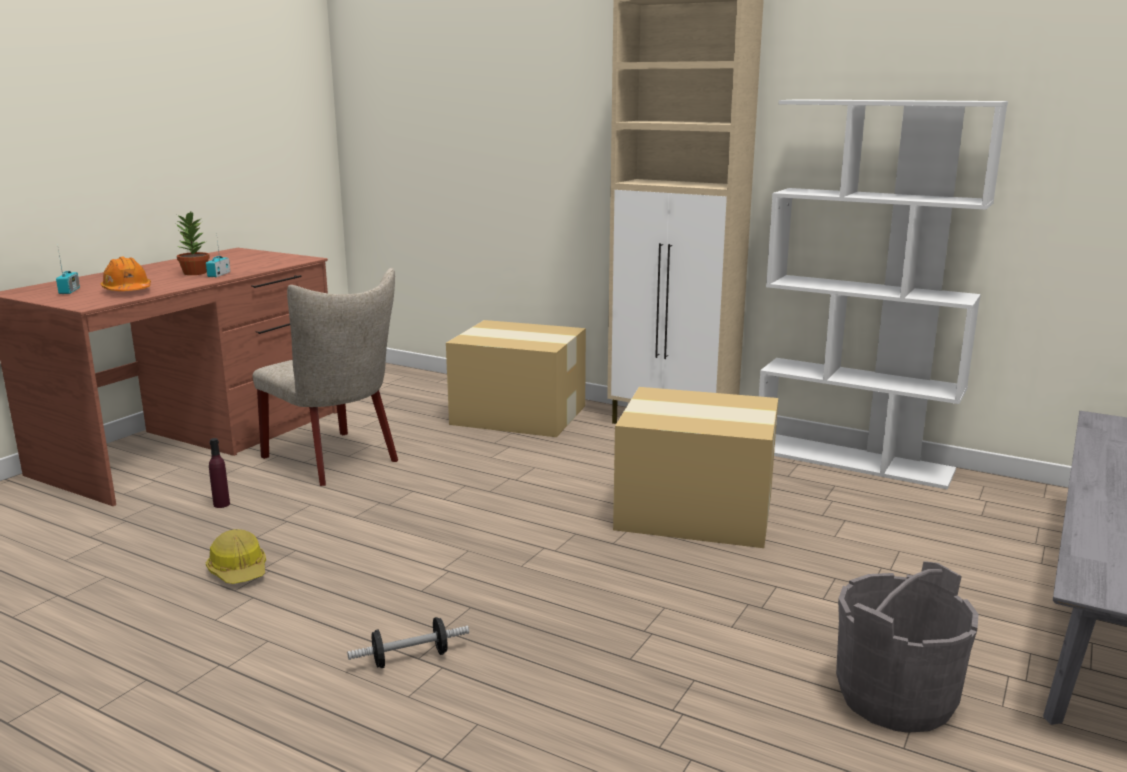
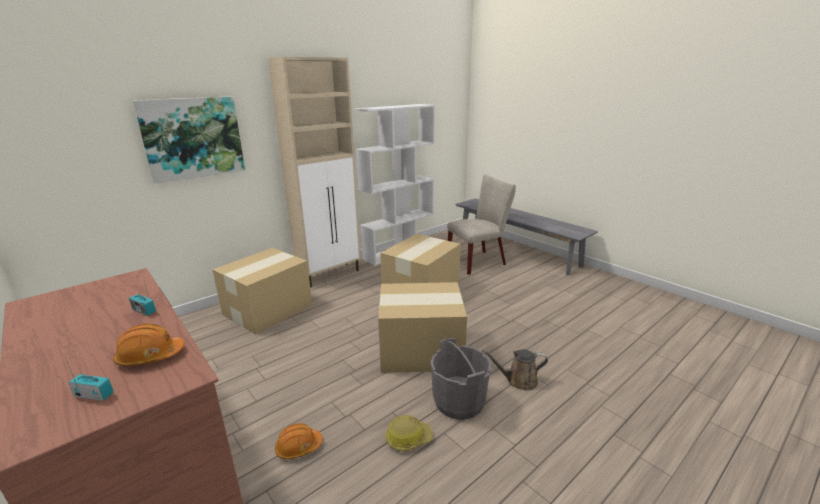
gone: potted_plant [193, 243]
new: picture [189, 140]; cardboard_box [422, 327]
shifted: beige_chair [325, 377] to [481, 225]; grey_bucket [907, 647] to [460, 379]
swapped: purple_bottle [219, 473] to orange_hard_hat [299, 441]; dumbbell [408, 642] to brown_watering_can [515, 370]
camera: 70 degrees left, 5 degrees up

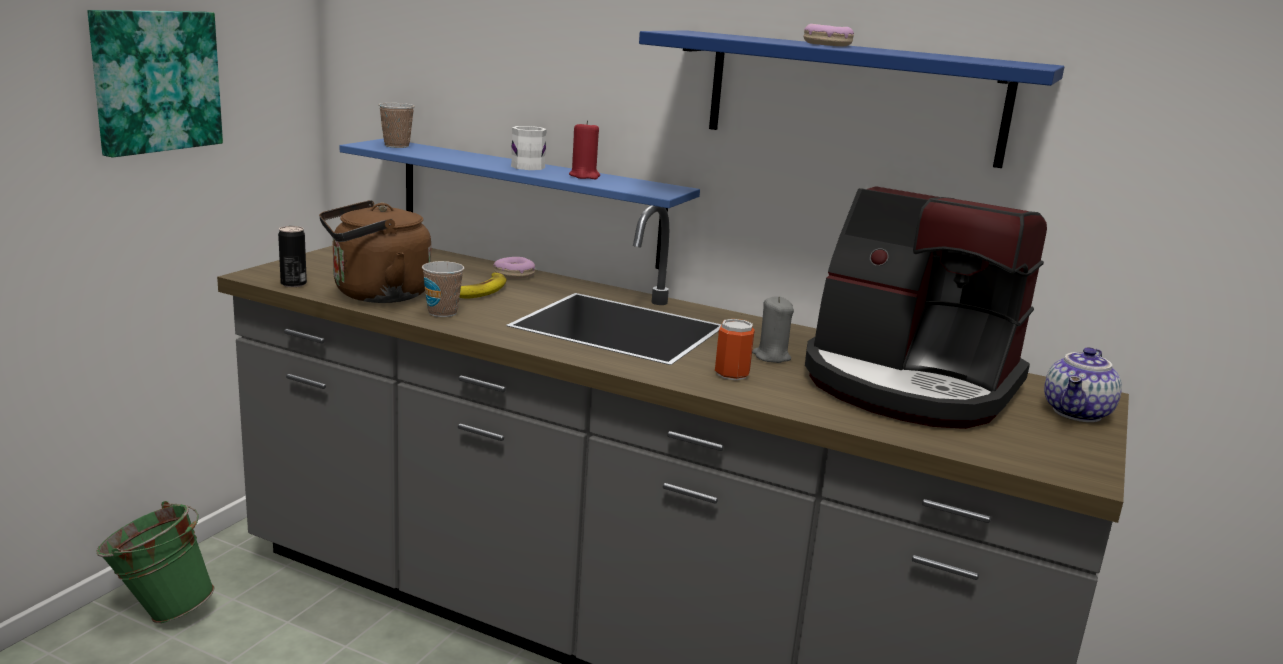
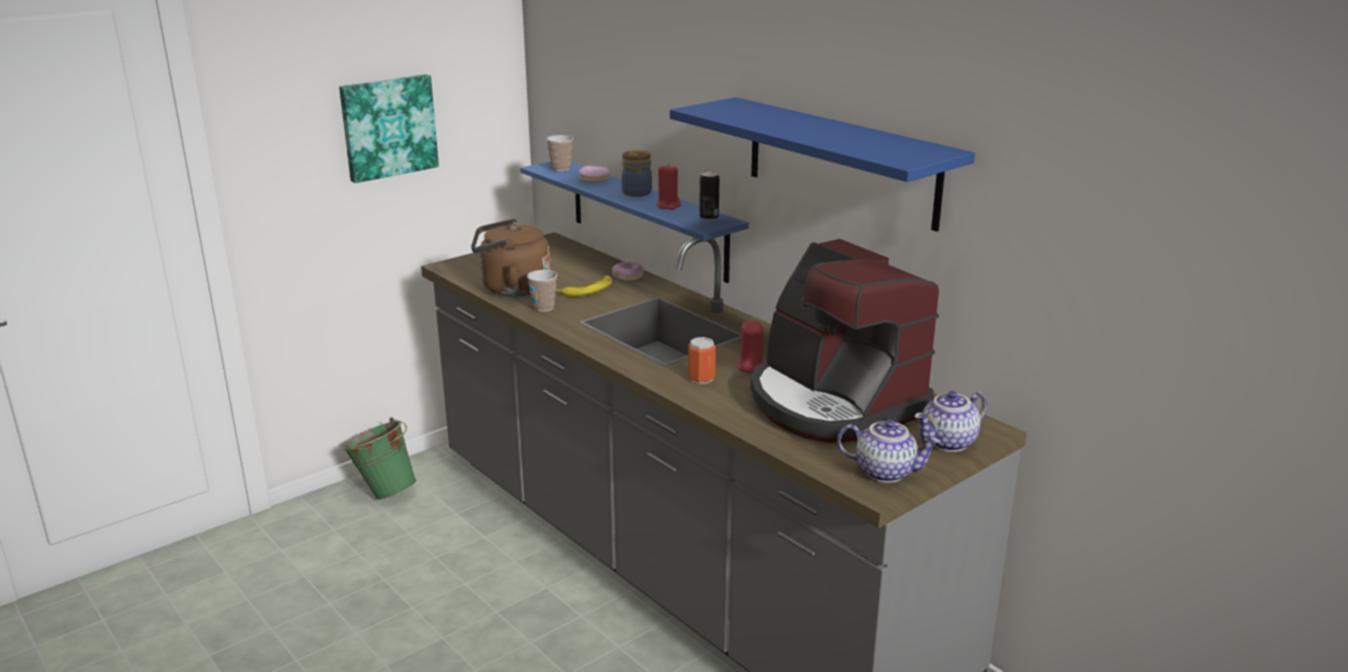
new: teapot [889, 451]
shifted: can [292, 256] to [709, 195]; donut [828, 35] to [594, 174]
swapped: white_mug [529, 148] to jar [636, 173]
repainted: grey_candle [773, 329] to red_candle [750, 347]
camera: 25 degrees right, 5 degrees up

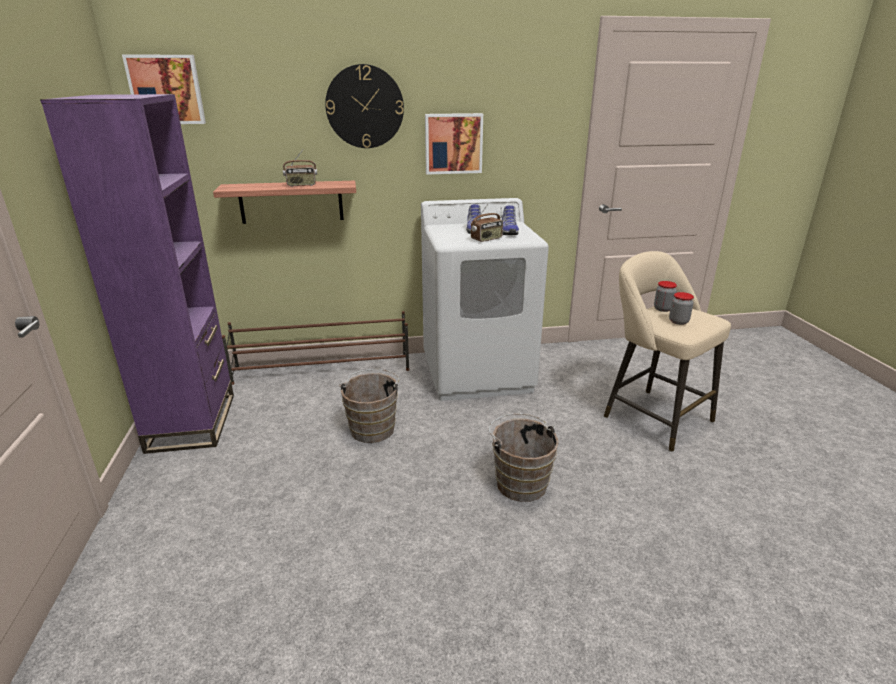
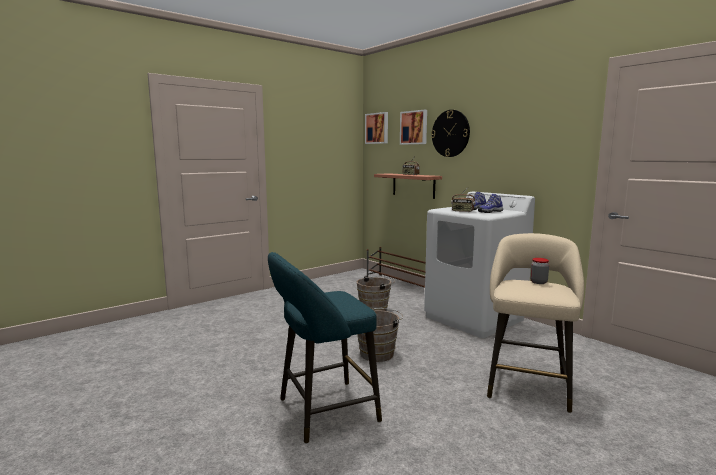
gone: purple_bookcase [137, 274]; jar [681, 308]
new: turquoise_stool [325, 348]
shifted: picture [454, 144] to [413, 127]
camera: 60 degrees right, 15 degrees down

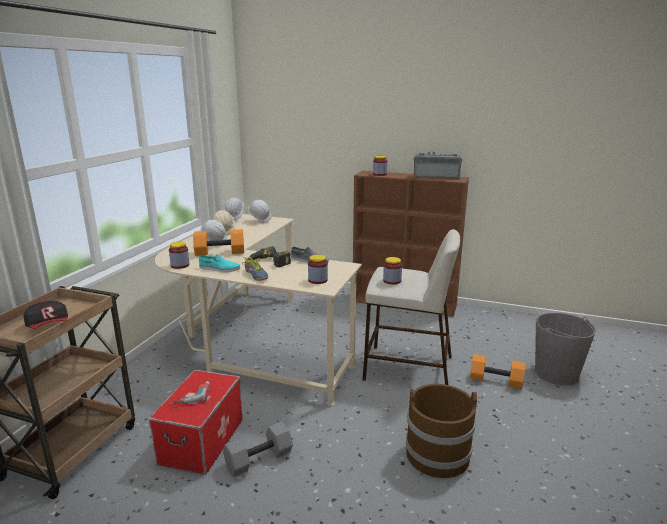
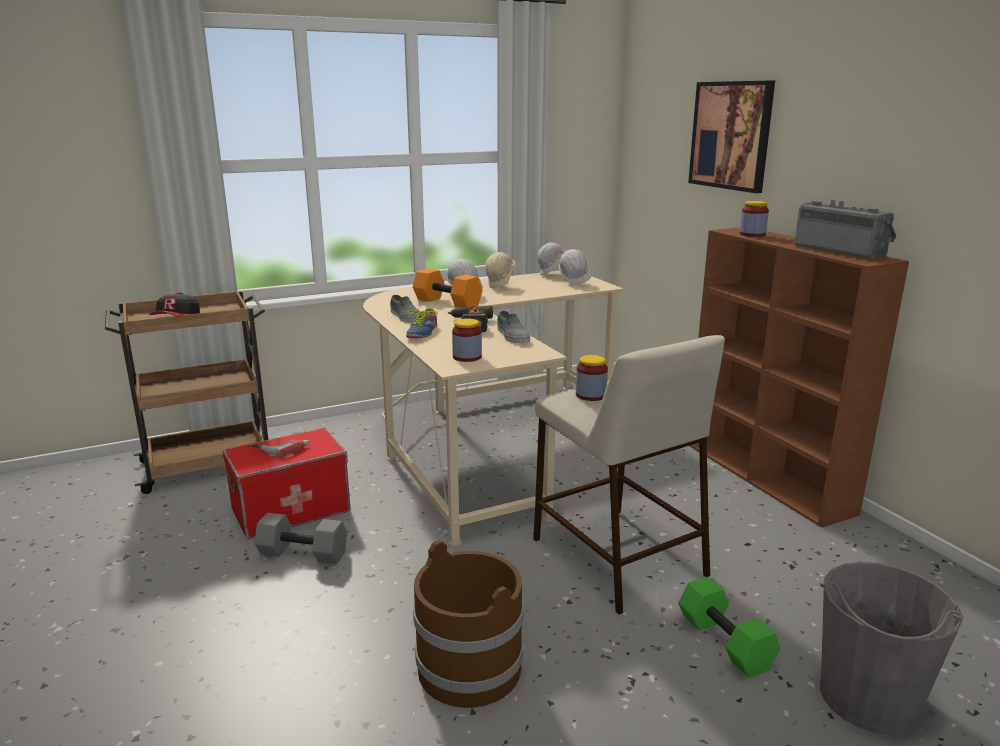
gone: jar [179, 255]
new: picture [731, 136]
repainted: turquoise_shoe [219, 263] to grey_shoe [404, 309]; orange_dumbbell [497, 371] to green_dumbbell [729, 627]
camera: 45 degrees right, 0 degrees up

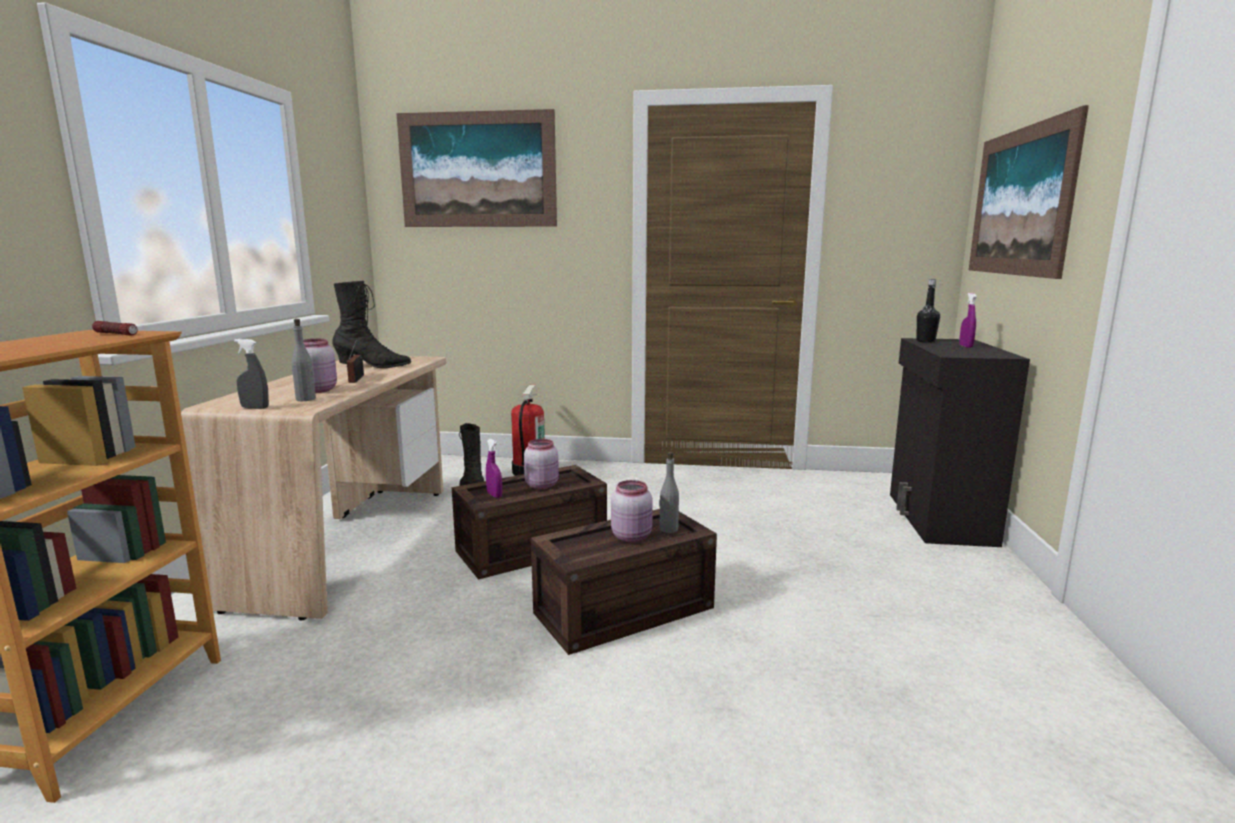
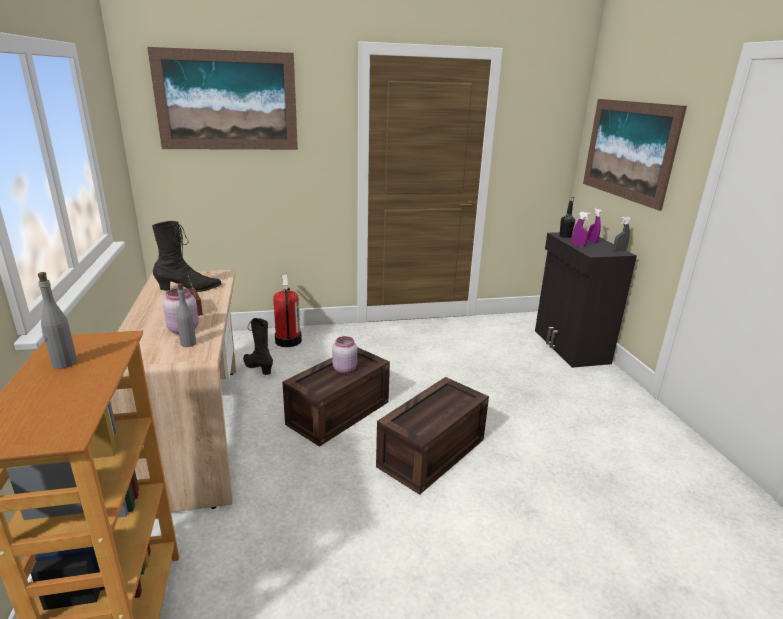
gone: flashlight [115, 328]; pink_jar [632, 511]
shifted: grey_spray_bottle [251, 374] to [622, 234]; purple_spray_bottle [494, 468] to [581, 229]; grey_bottle [669, 492] to [57, 320]
camera: 20 degrees left, 10 degrees up

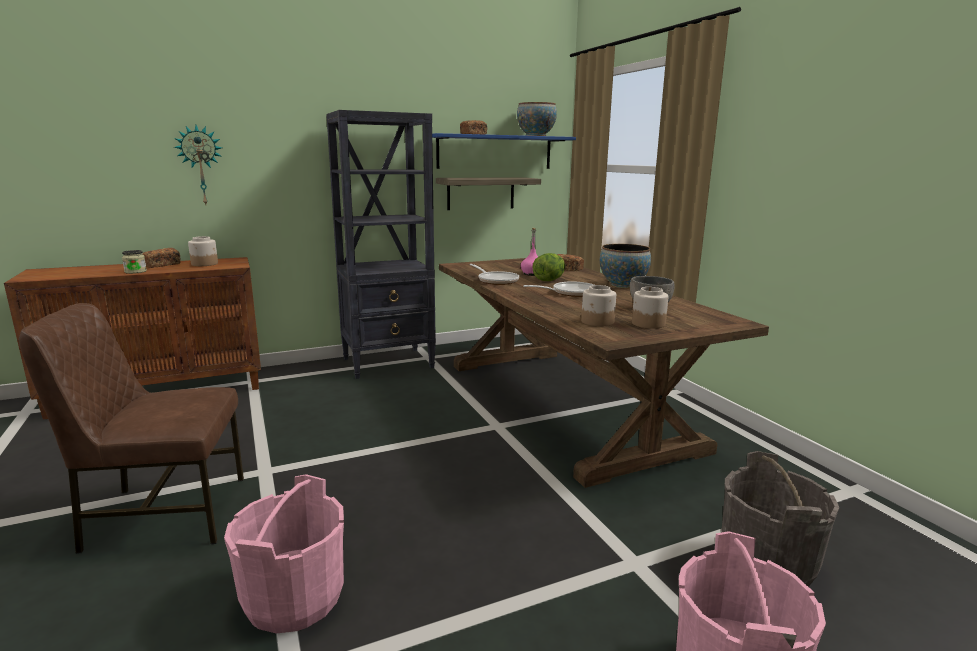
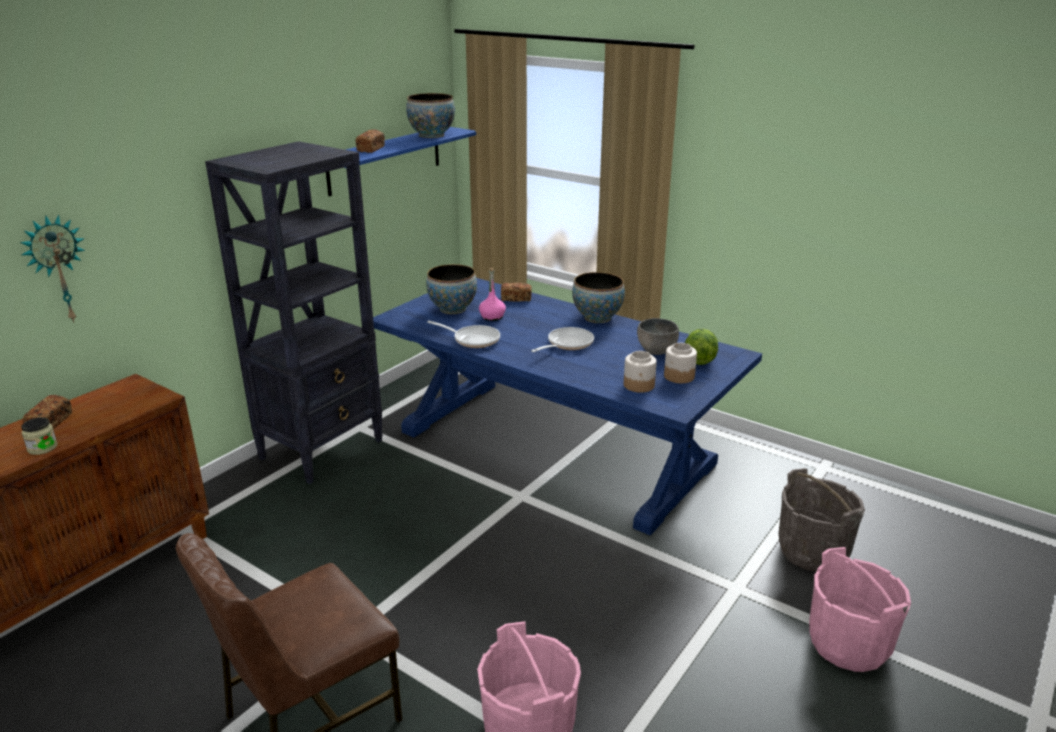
gone: jar [203, 251]; shelf [488, 193]
new: bowl [451, 289]
shifted: lettuce [549, 267] to [701, 347]
repainted: brown_dining_table [604, 373] to blue_dining_table [567, 406]
camera: 30 degrees left, 10 degrees up

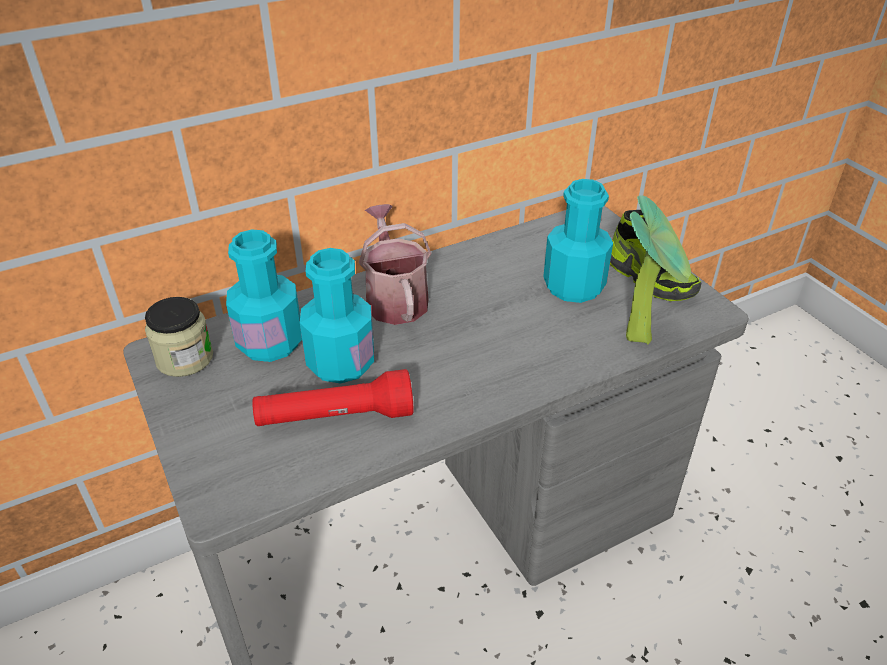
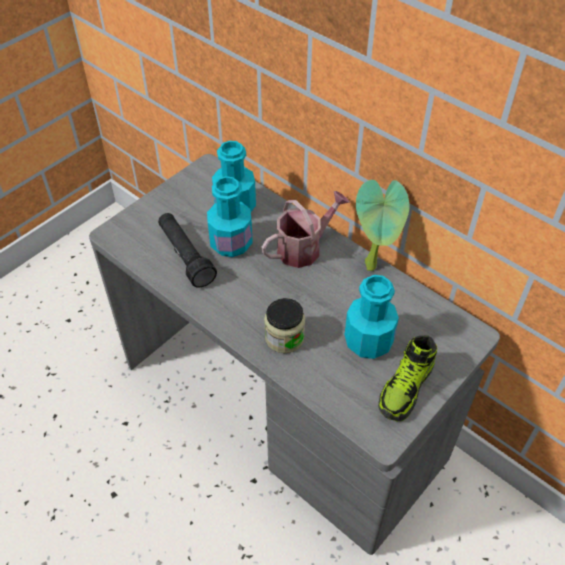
shifted: jar [179, 337] to [284, 325]; potted_plant [658, 270] to [382, 225]
repainted: red_flashlight [333, 397] to black_flashlight [187, 250]
camera: 70 degrees right, 10 degrees up

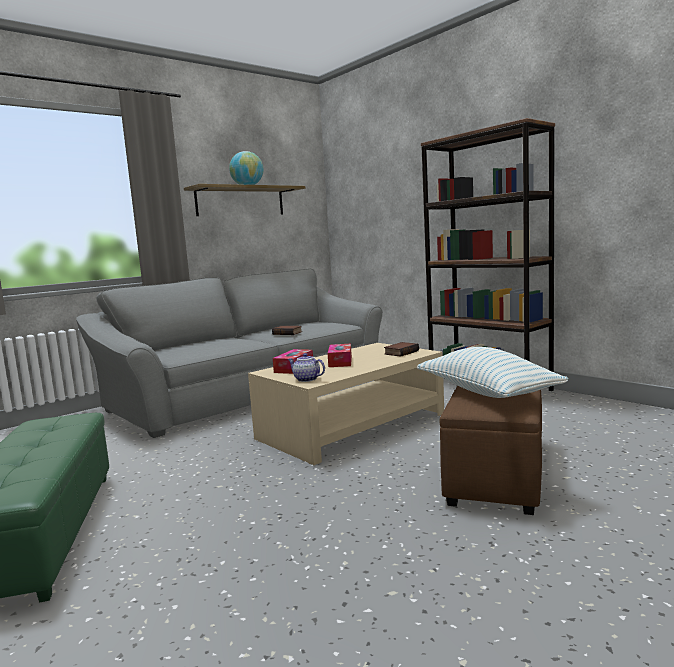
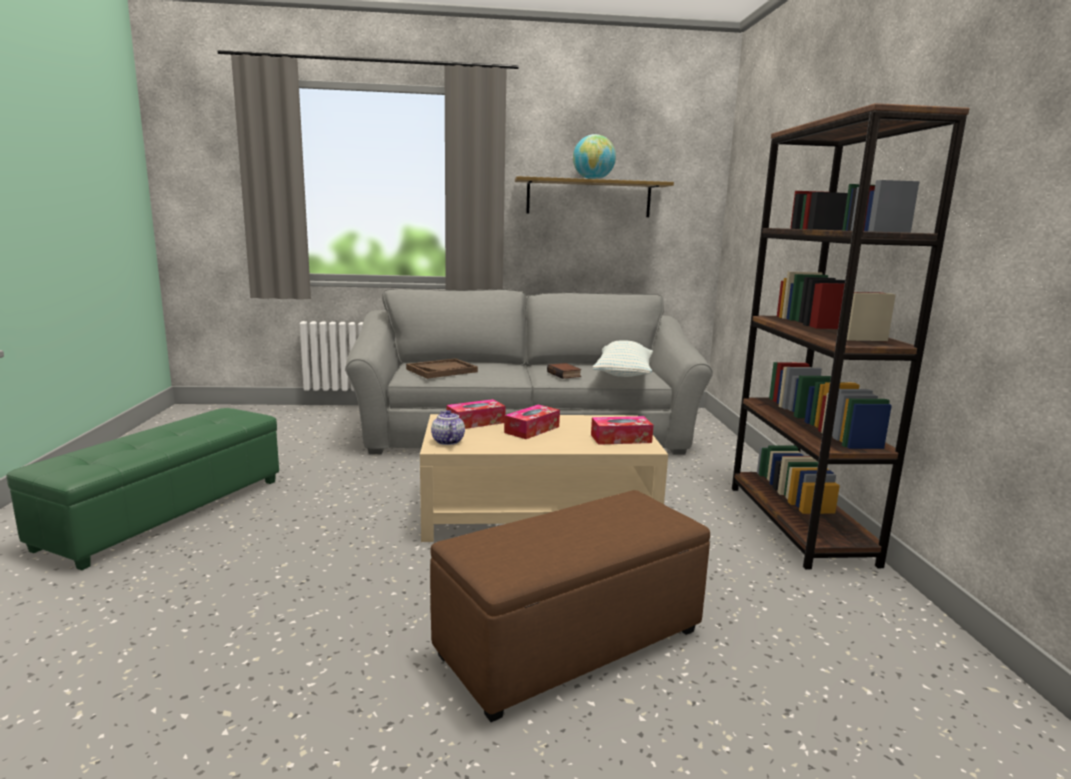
new: brown_tray [442, 368]
shifted: pillow [493, 372] to [623, 358]
swapped: book [401, 349] to tissue_box [622, 430]
camera: 35 degrees right, 5 degrees up

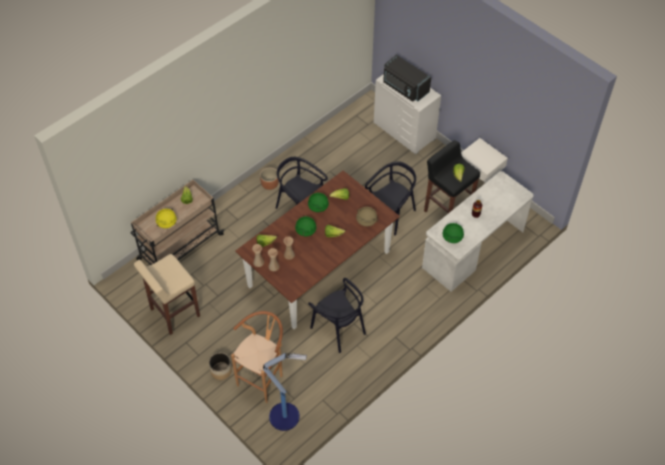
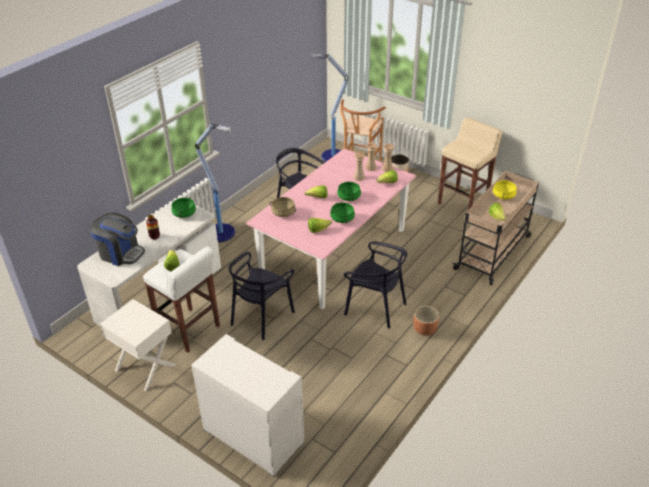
gone: black_microwave [407, 78]
new: coffee_machine [117, 239]; floor_lamp [215, 182]
repainted: brown_dining_table [318, 250] to pink_dining_table [331, 229]; black_stool [452, 176] to white_stool [181, 299]
camera: 170 degrees right, 15 degrees down

